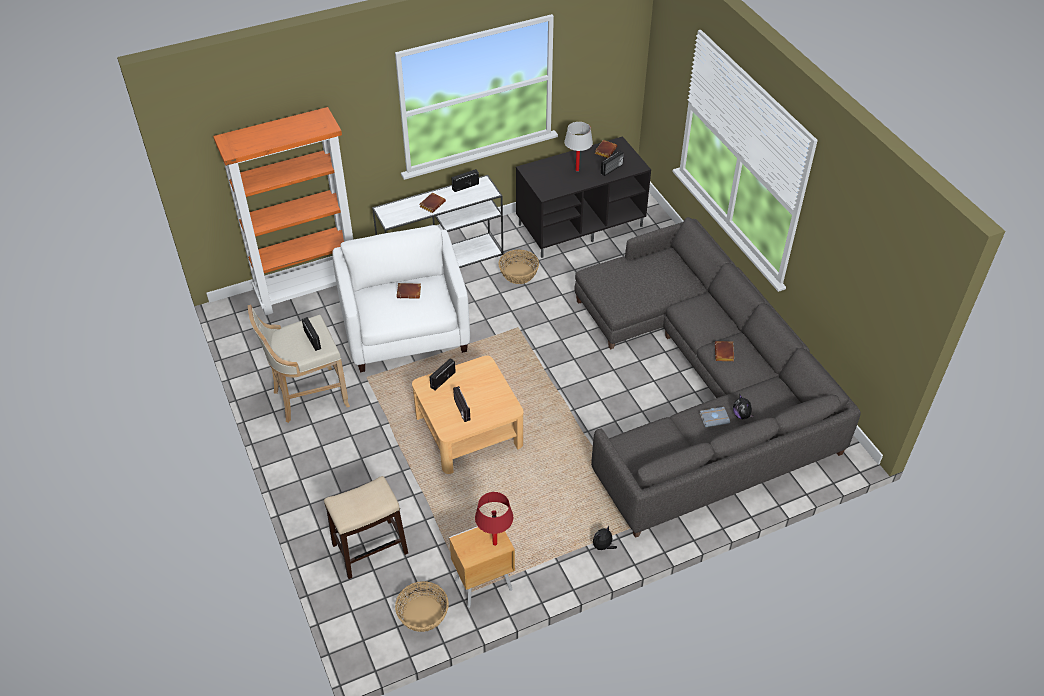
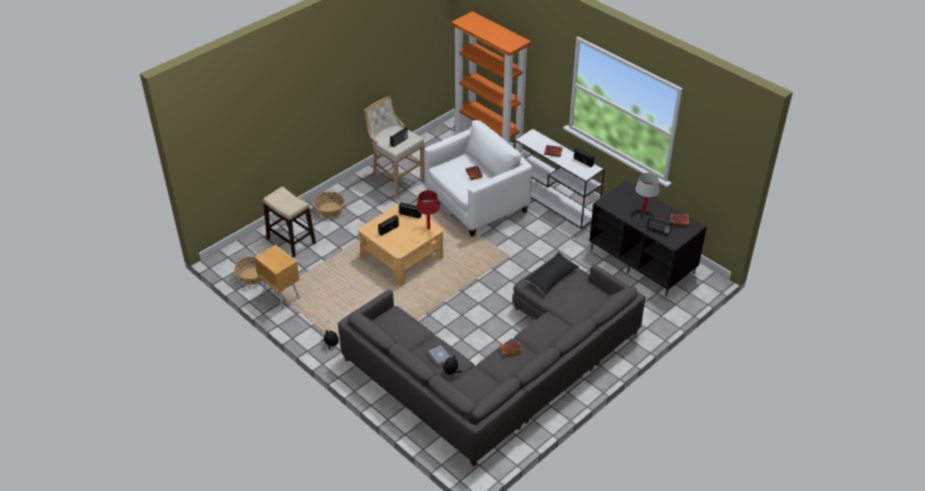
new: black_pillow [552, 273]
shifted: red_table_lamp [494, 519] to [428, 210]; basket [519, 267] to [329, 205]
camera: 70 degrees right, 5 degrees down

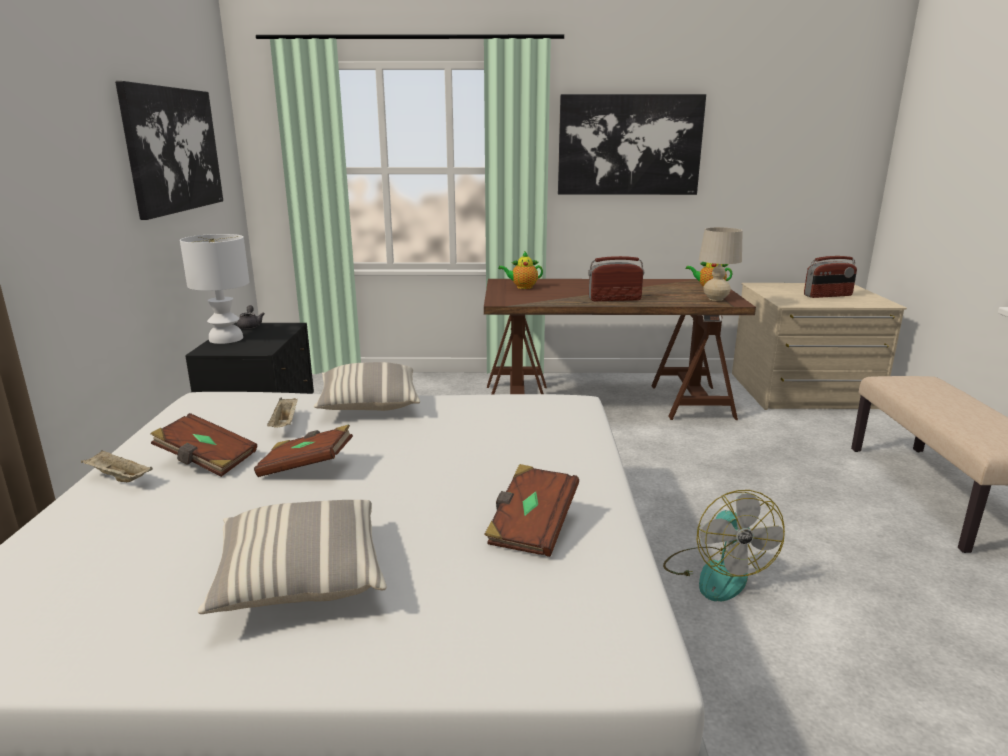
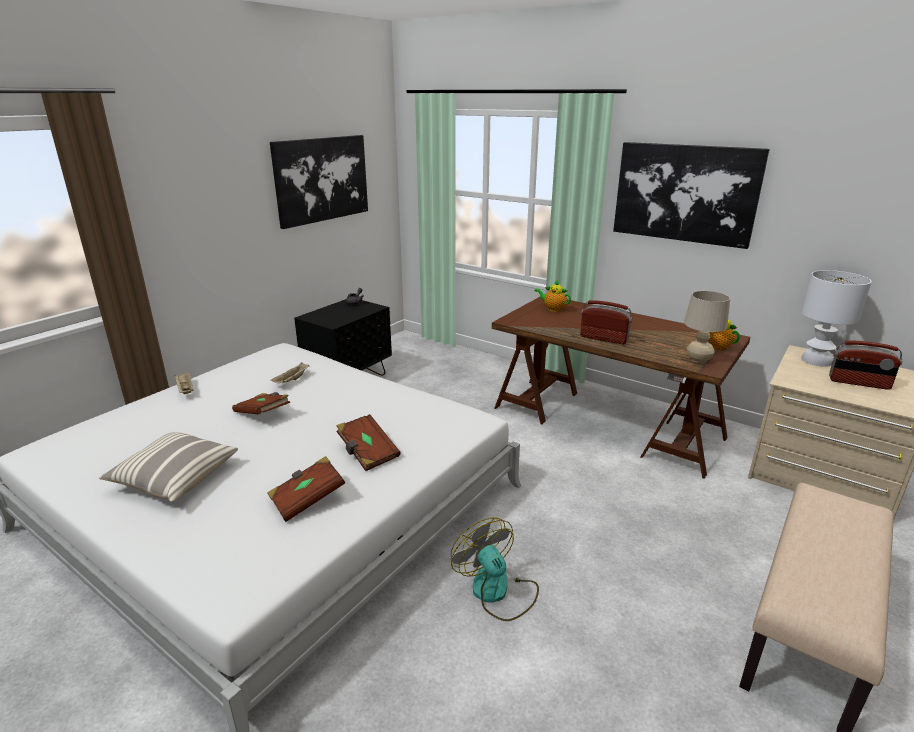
gone: pillow [367, 386]
shifted: brown_book [204, 445] to [369, 442]; white_table_lamp [214, 289] to [836, 318]
rotated: fan [724, 545] = [495, 569] 120 degrees clockwise
camera: 35 degrees right, 5 degrees up

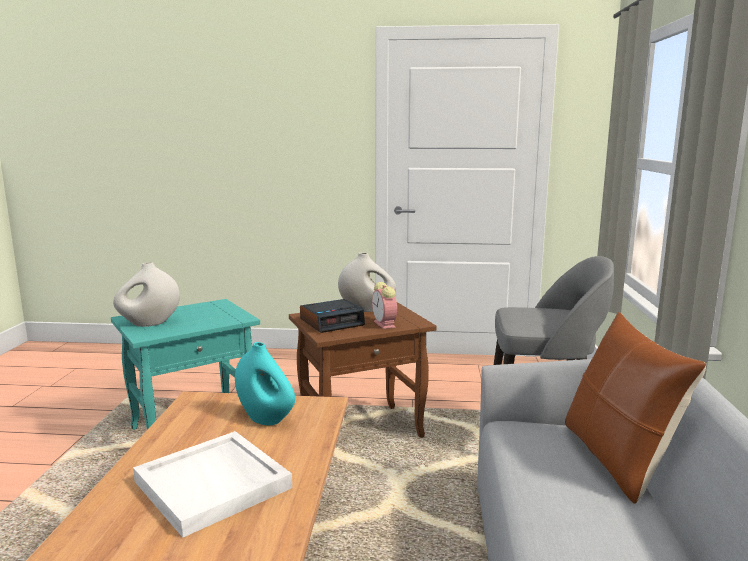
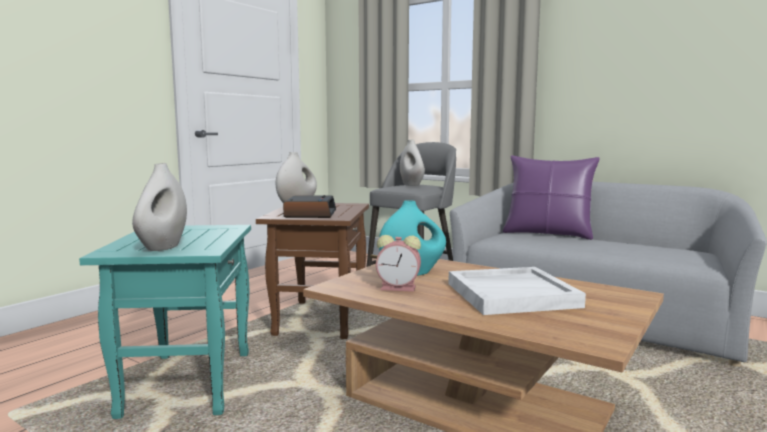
new: white_vase [412, 162]
shifted: alarm_clock [384, 305] to [398, 263]
repainted: brown_pillow [635, 408] to purple_pillow [551, 197]
camera: 60 degrees left, 5 degrees down

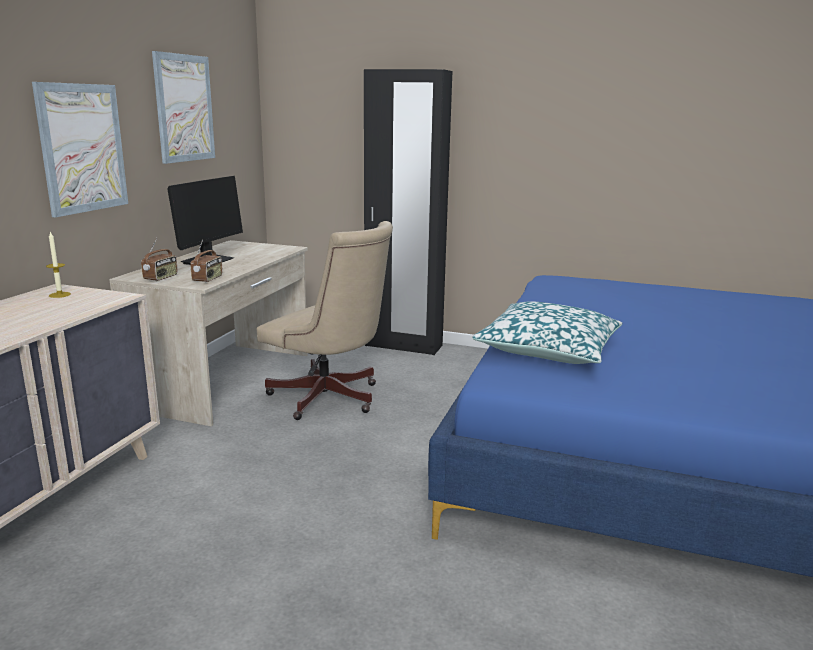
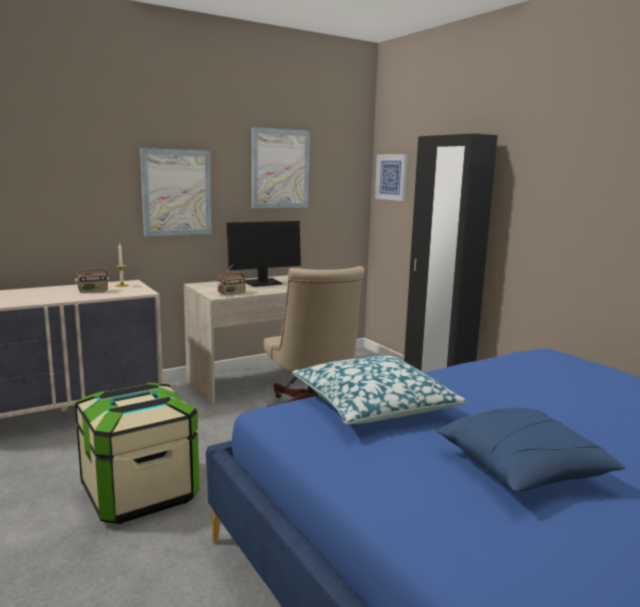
new: storage_box [137, 453]; picture [391, 177]; blue_pillow [531, 450]
shifted: radio [159, 259] to [92, 276]
camera: 40 degrees right, 5 degrees down

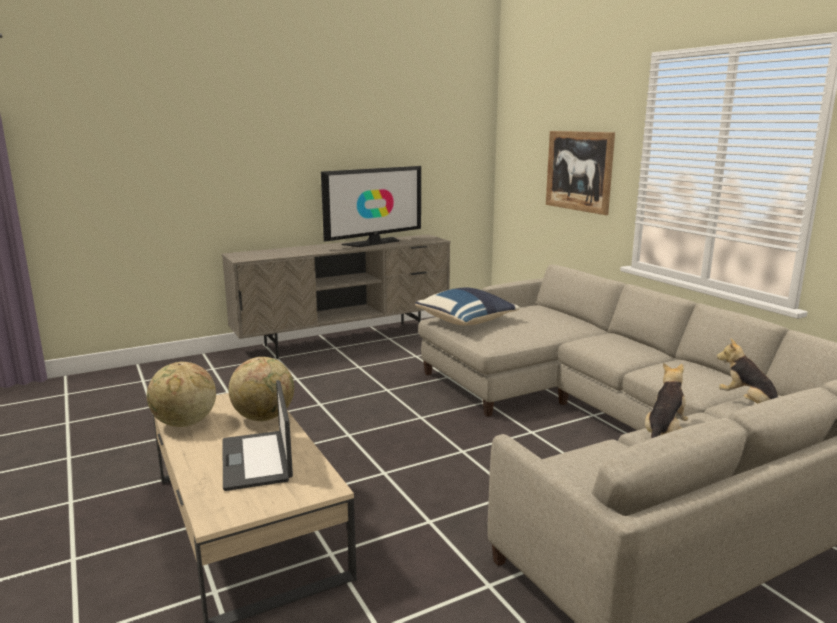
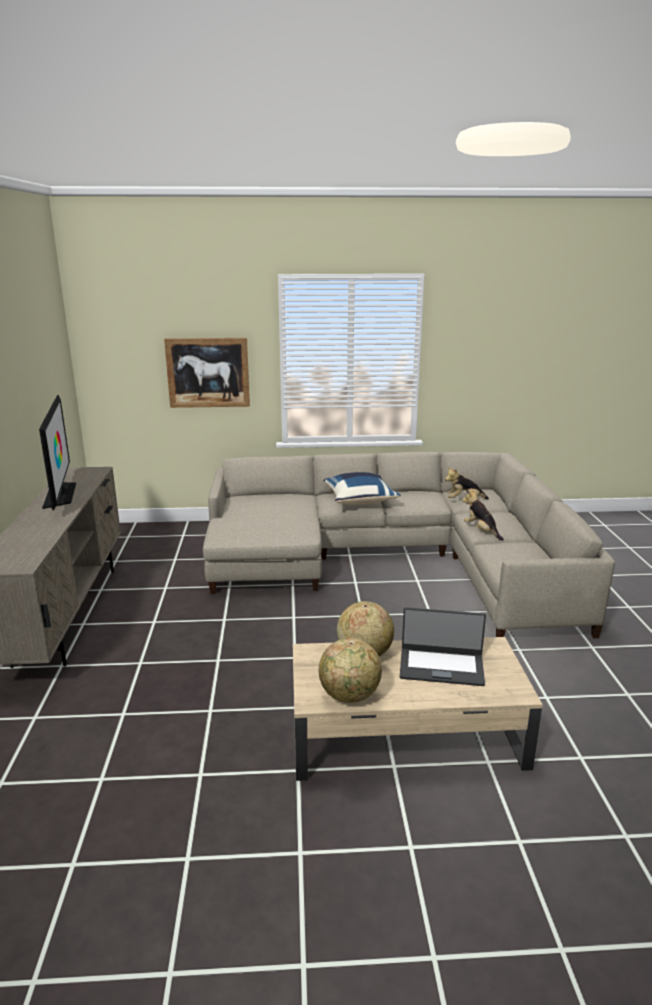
shifted: blue_pillow [467, 306] to [362, 488]
camera: 65 degrees left, 5 degrees up

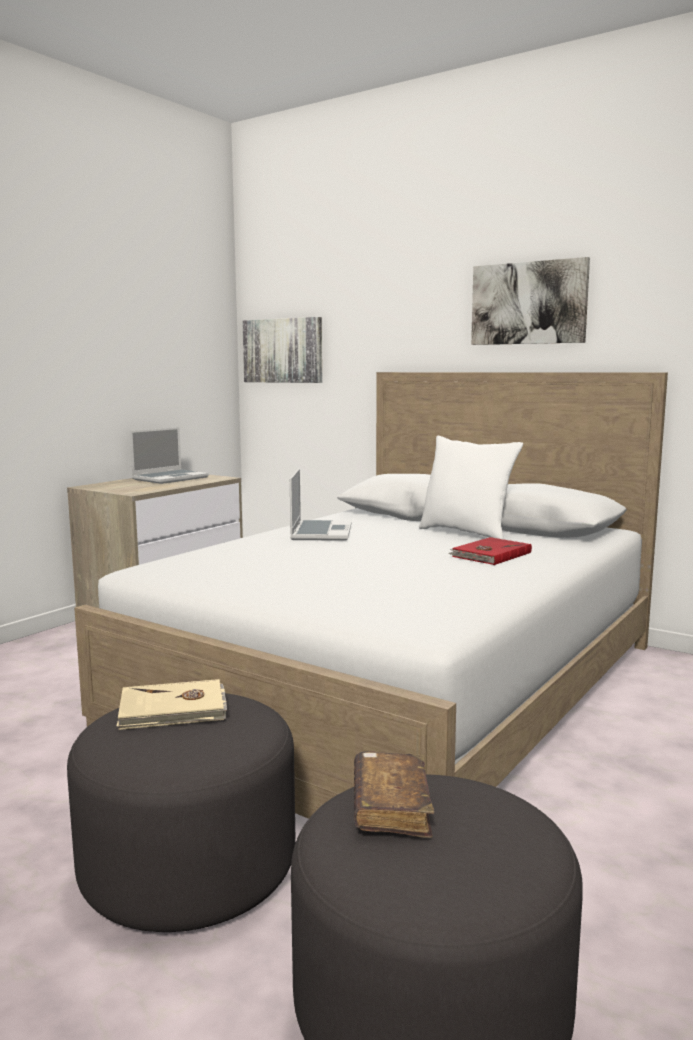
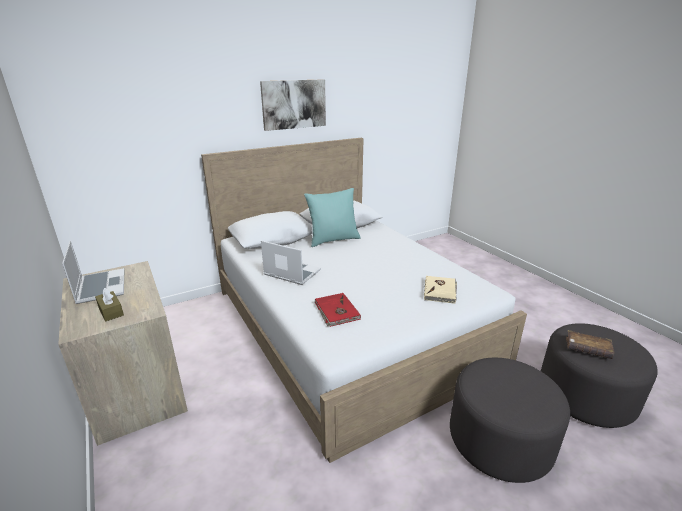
gone: picture [282, 350]
new: brown_tissue_box [109, 304]
shifted: beige_book [171, 704] to [440, 290]; red_book [490, 551] to [338, 310]
repainted: white_pillow [471, 487] to turquoise_pillow [332, 217]
camera: 65 degrees left, 15 degrees up

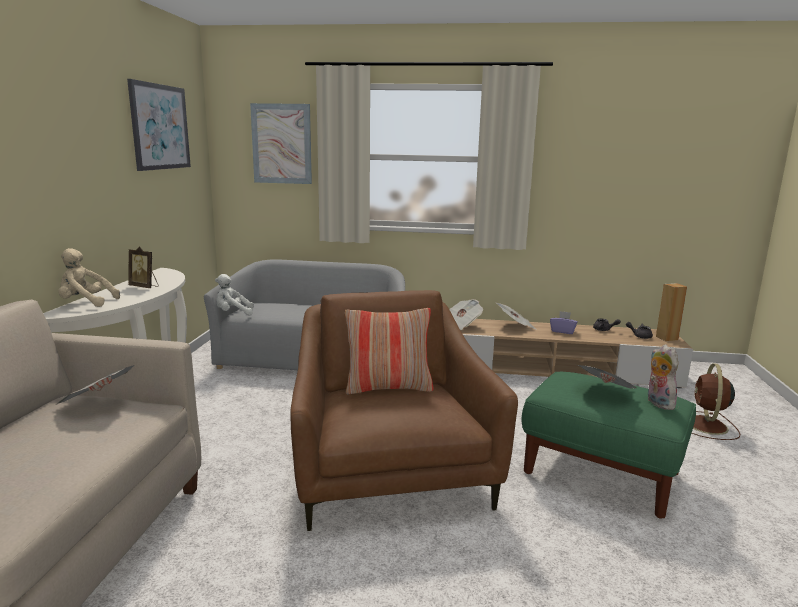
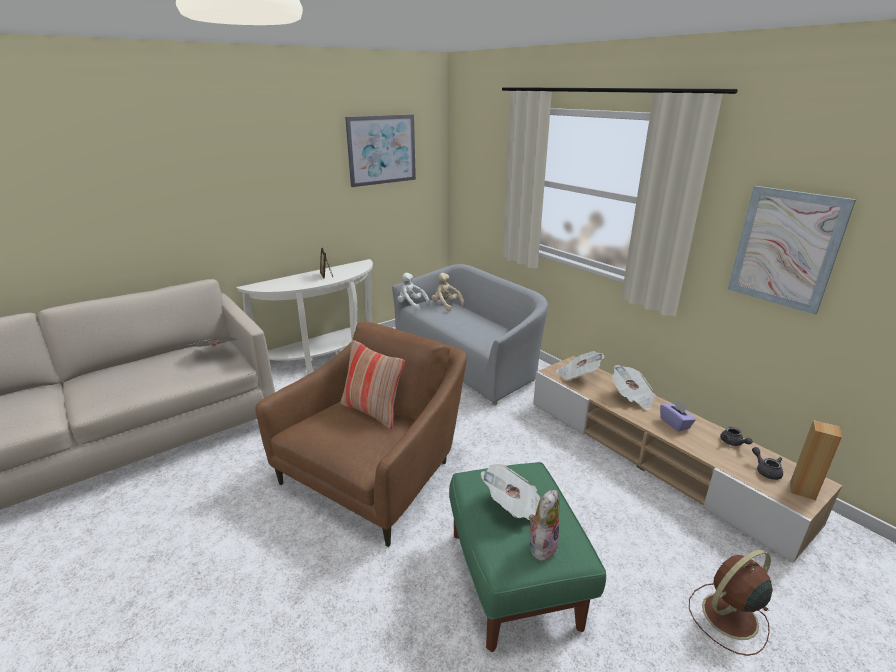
shifted: beige_plush_toy [89, 277] to [448, 292]; picture [281, 143] to [792, 250]
camera: 45 degrees right, 10 degrees up

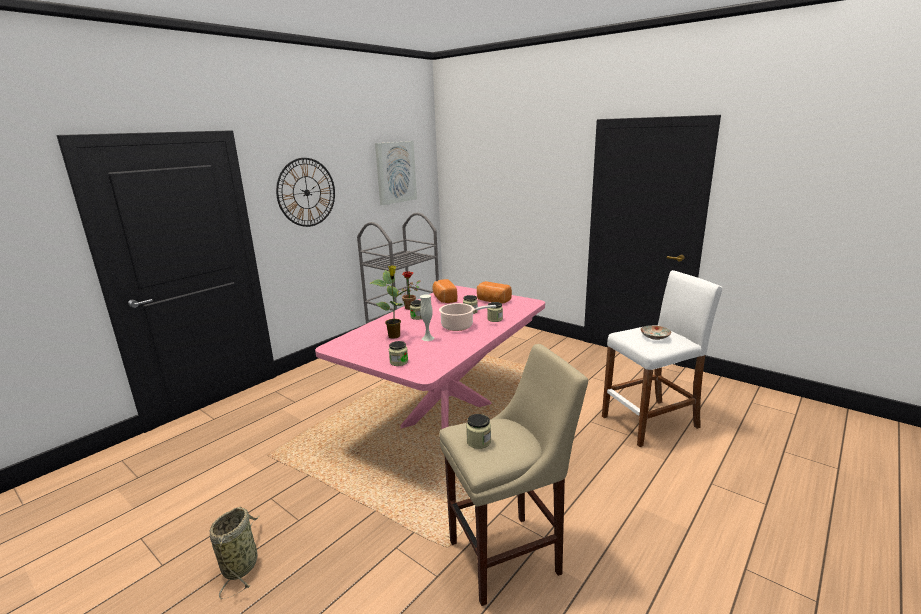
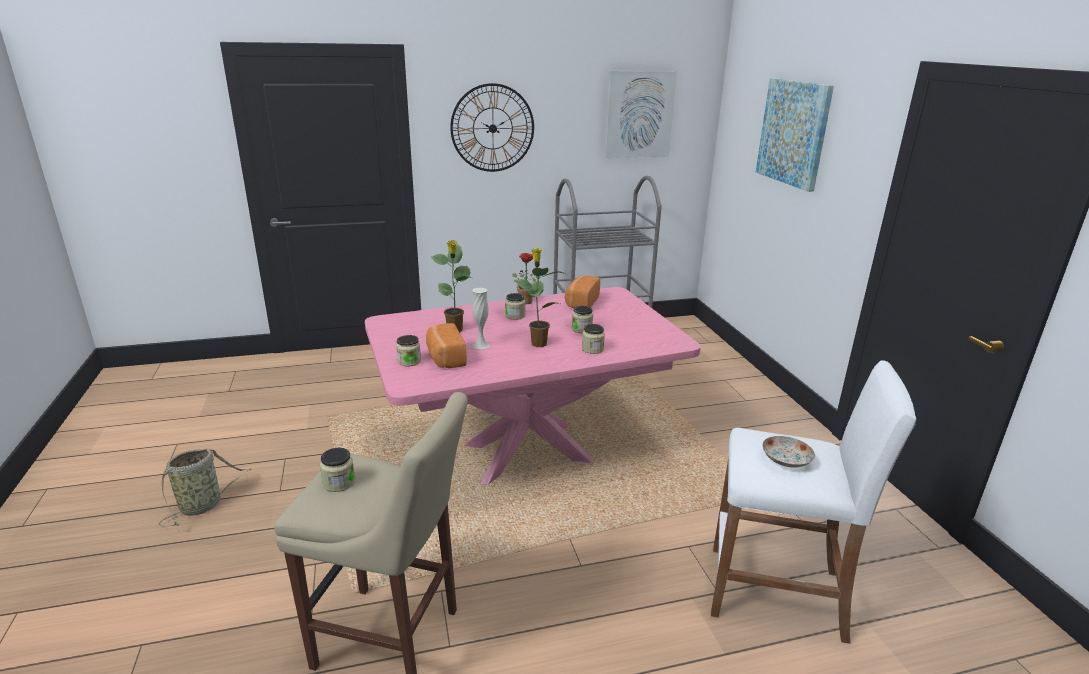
new: picture [795, 135]
shifted: bread [494, 292] to [446, 345]
swapped: cooking_pot [467, 317] to potted_plant [540, 297]
camera: 35 degrees right, 5 degrees up

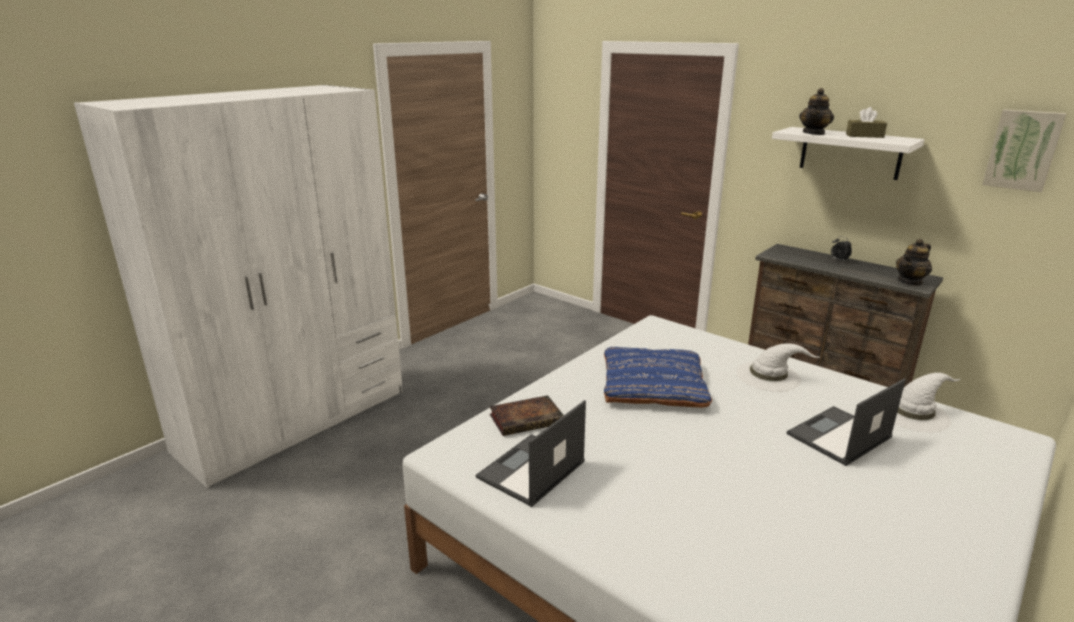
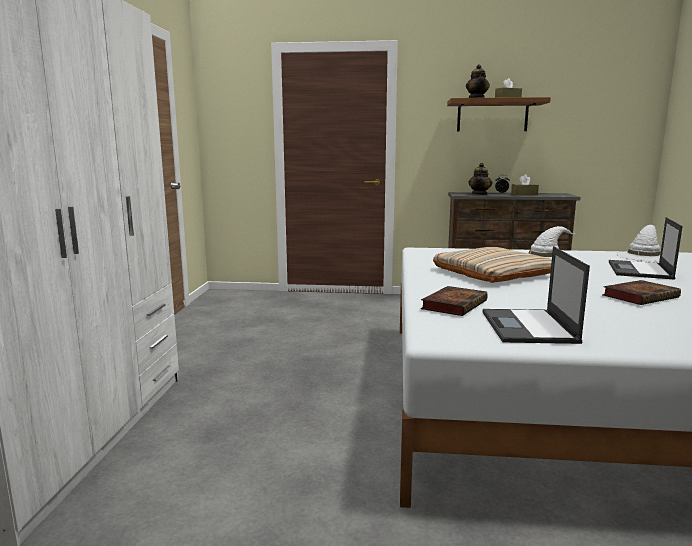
gone: picture [1024, 150]
new: brown_tissue_box [525, 185]; book [641, 292]
shifted: teapot [914, 262] to [480, 179]
repainted: blue_pillow [658, 377] to beige_pillow [492, 265]; white_shelf [848, 153] to brown_shelf [499, 114]
camera: 35 degrees left, 10 degrees down

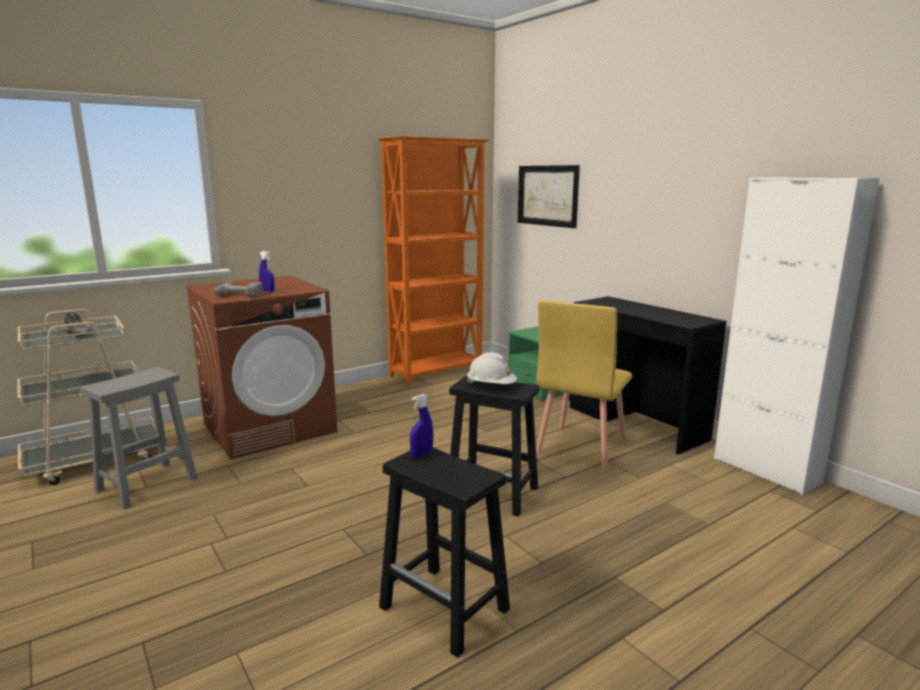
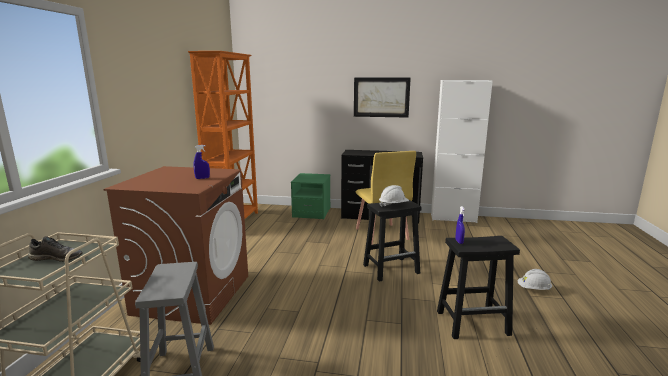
gone: power_drill [238, 289]
new: white_hard_hat [535, 279]
shifted: picture [549, 196] to [382, 98]
camera: 45 degrees left, 0 degrees up

